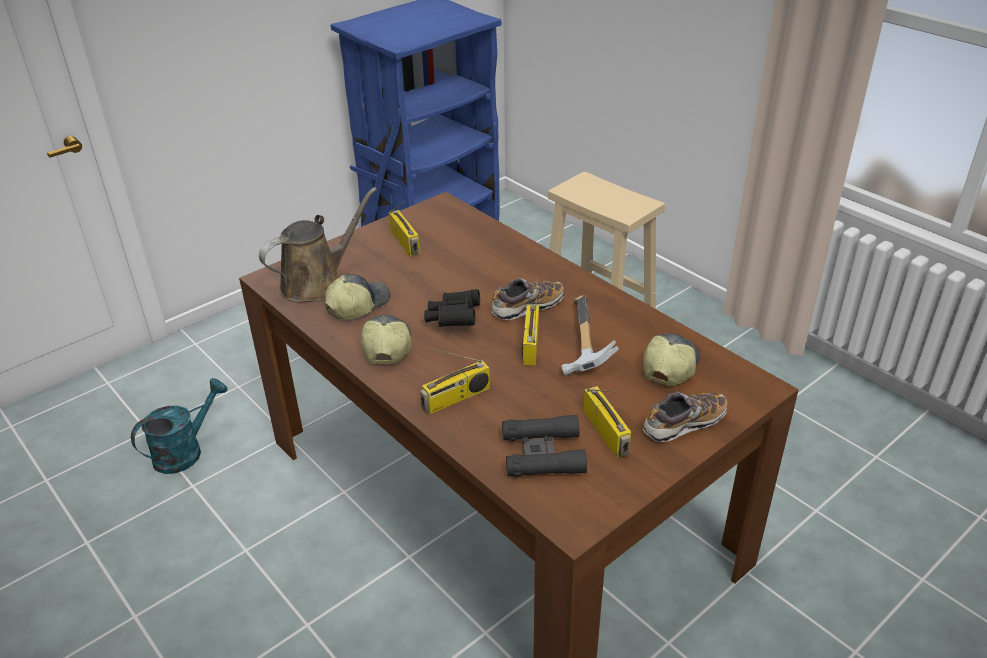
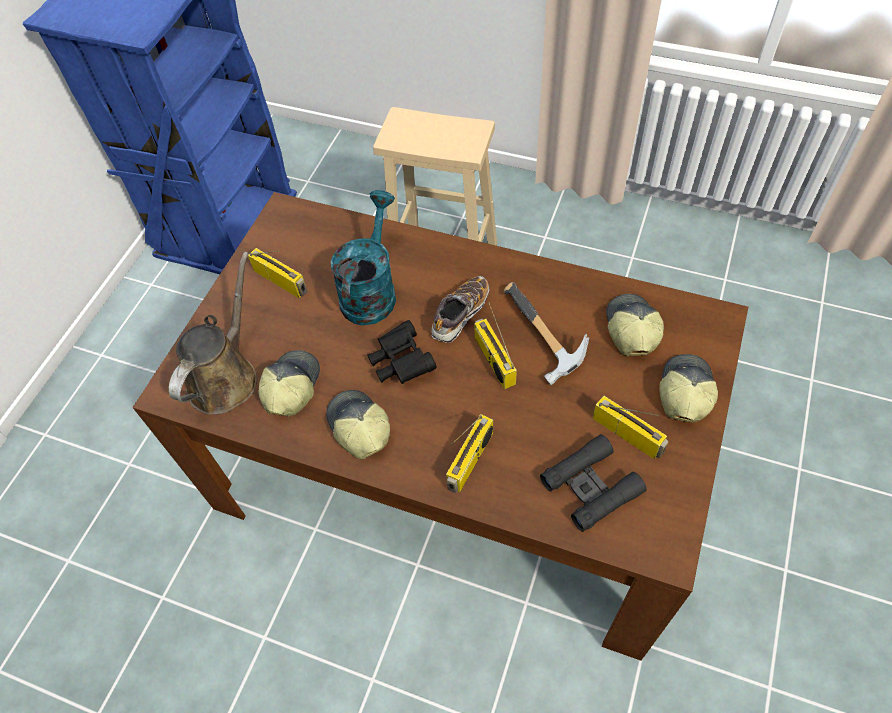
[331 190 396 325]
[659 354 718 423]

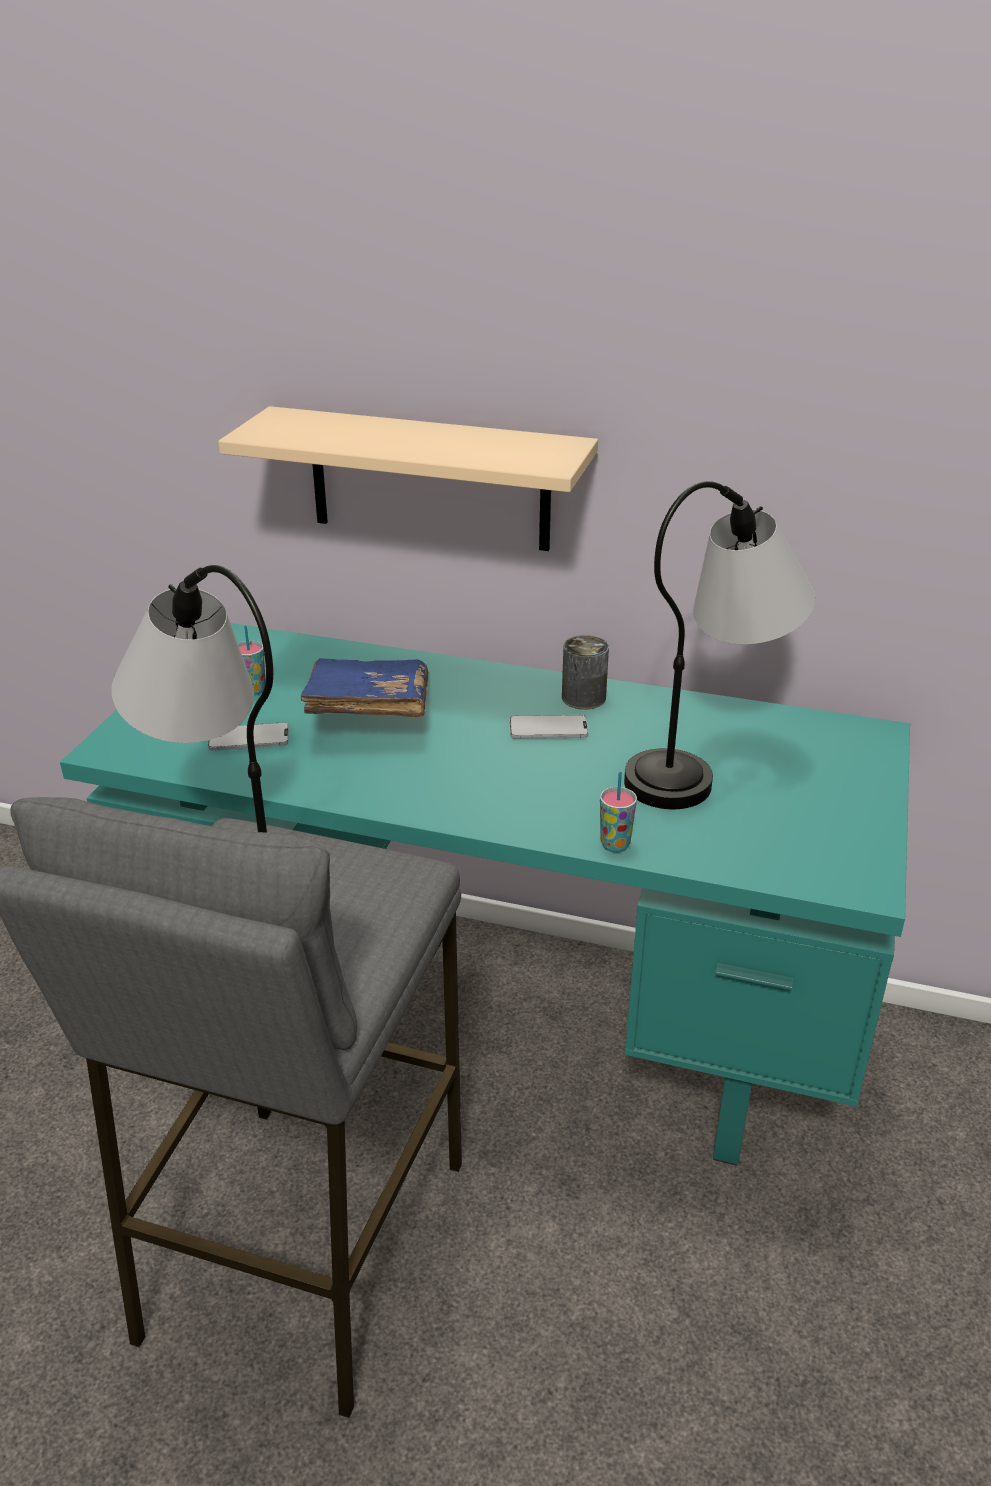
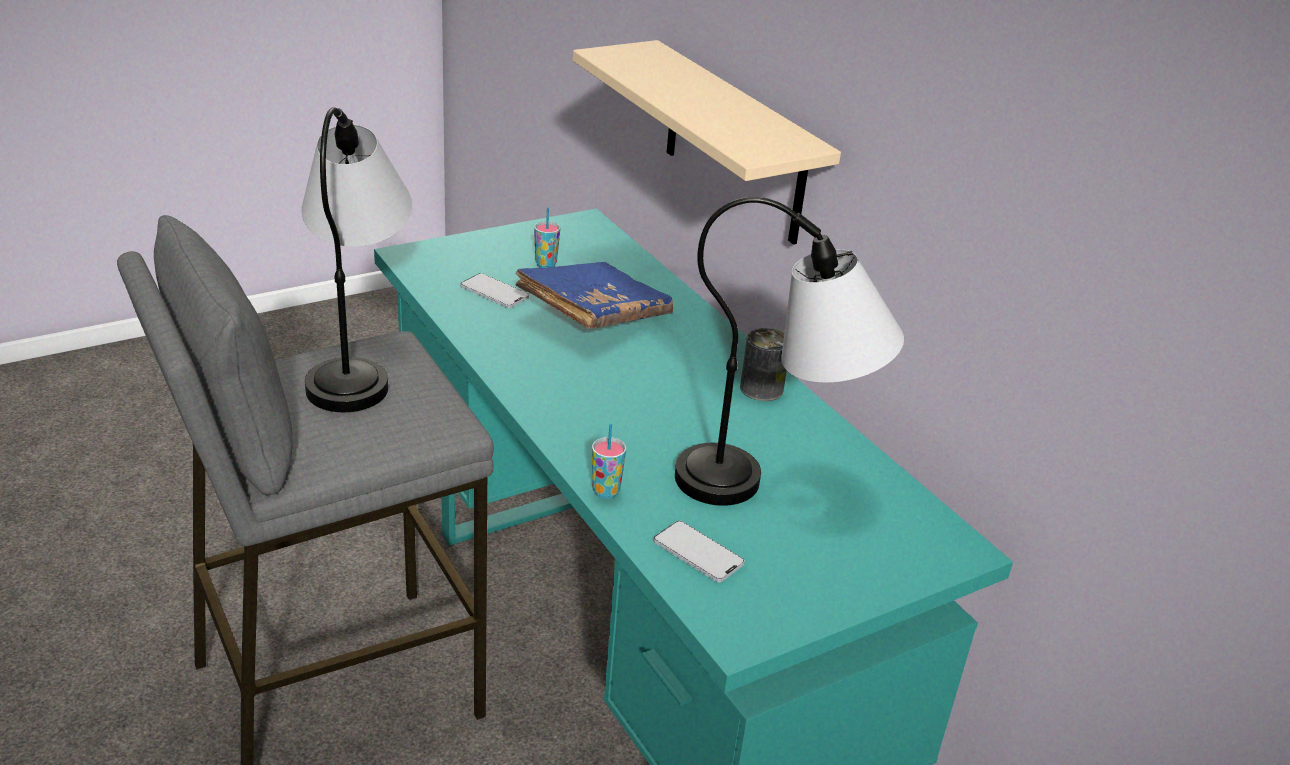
[654 521 745 583]

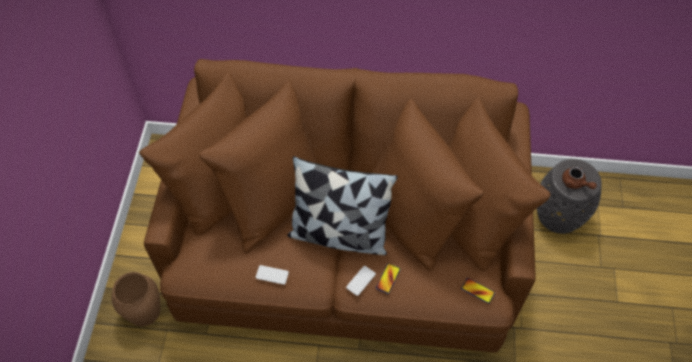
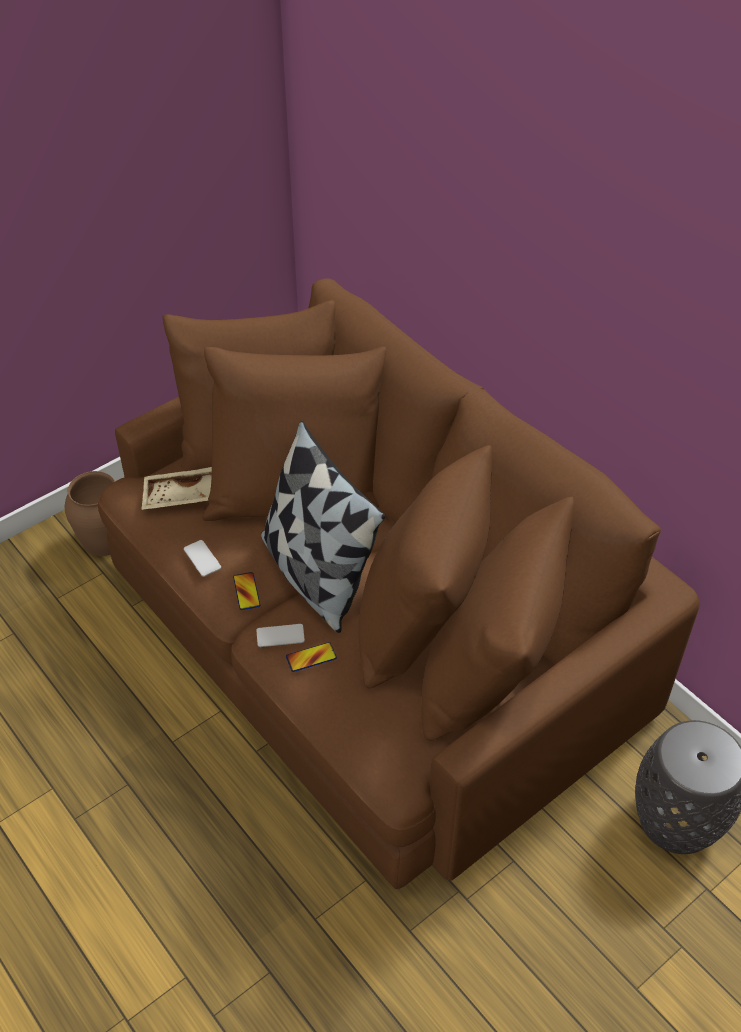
[562 167 597 189] (first image)
[233 572 260 610]
[141 467 212 510]

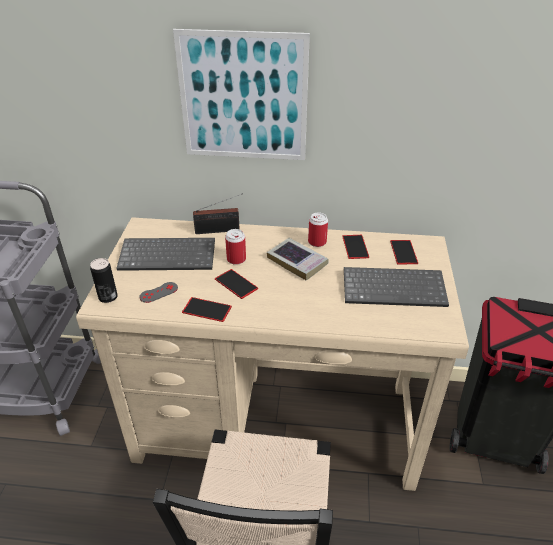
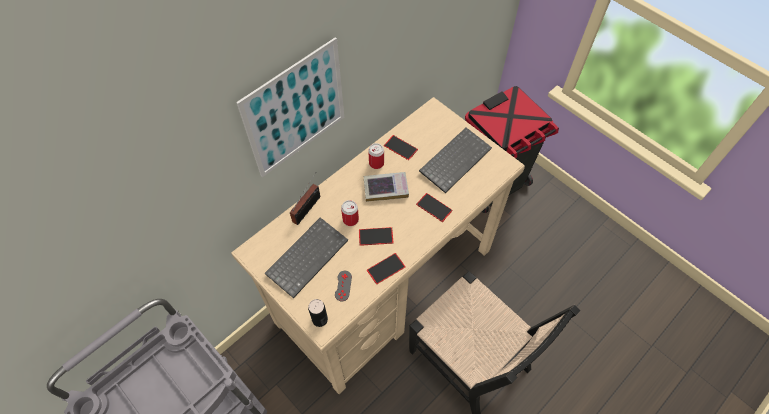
[416 193 453 222]

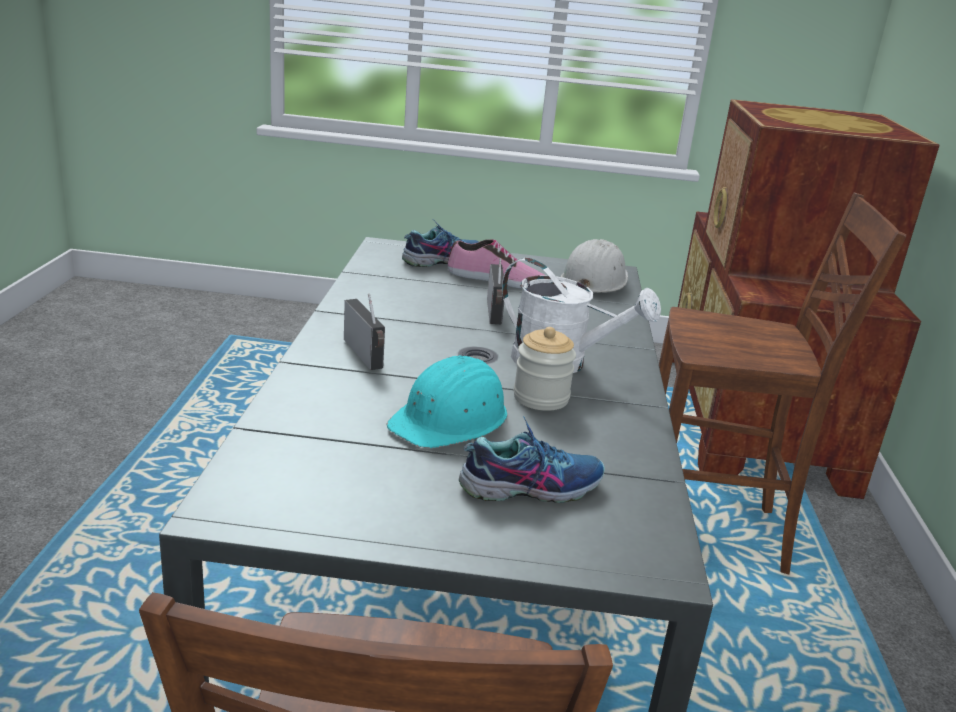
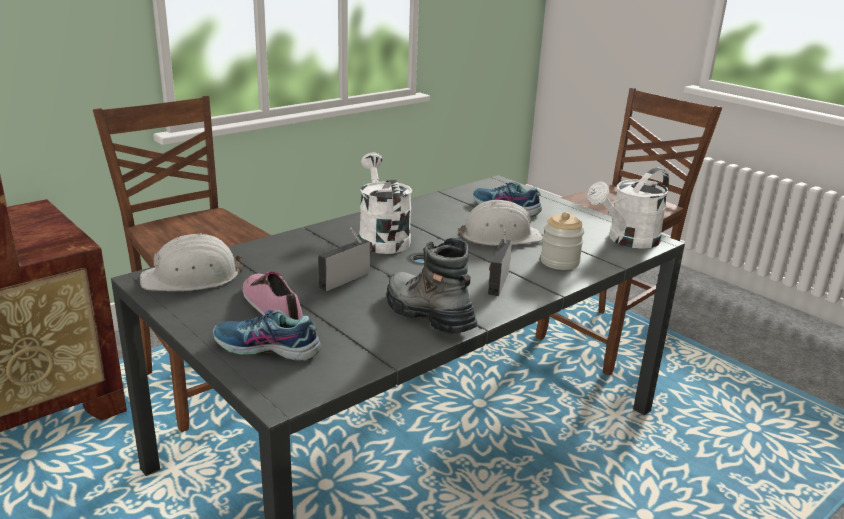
[541 212 585 270]
[458 200 543 246]
[587 167 669 249]
[387 238 477 334]

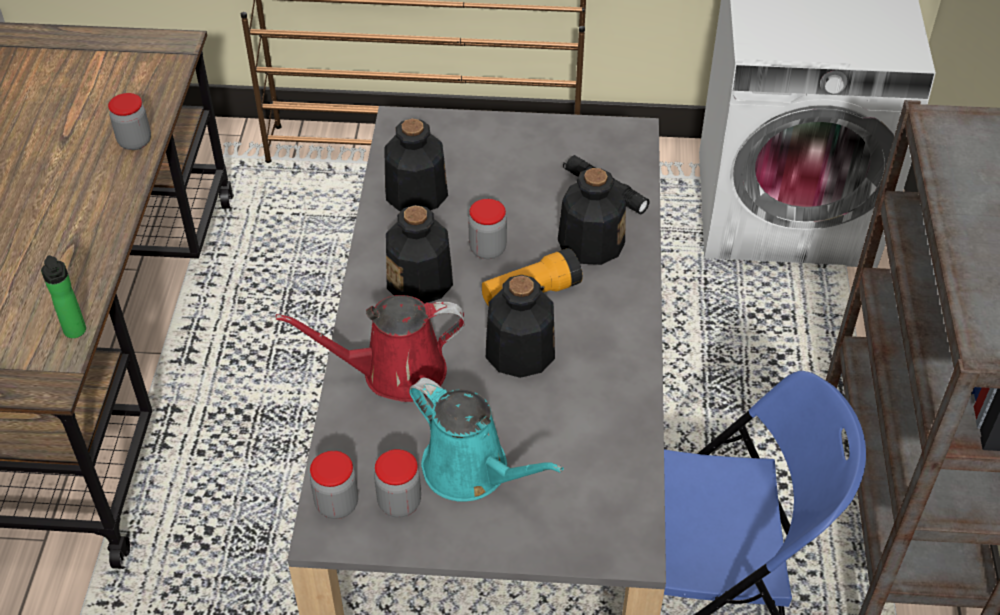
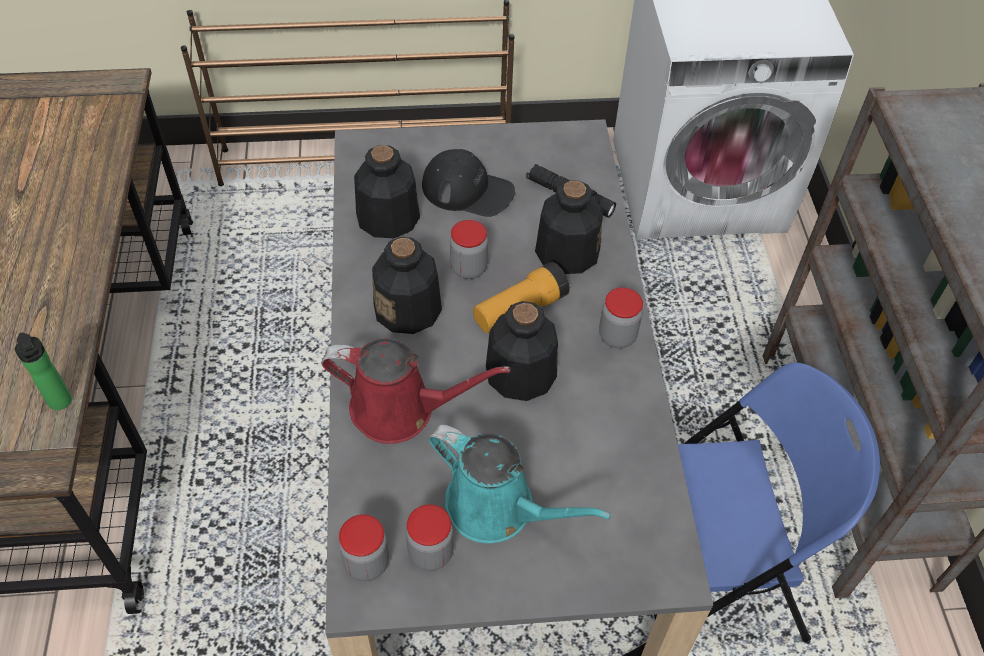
[599 288 643 348]
[321 339 510 444]
[422 149 515 217]

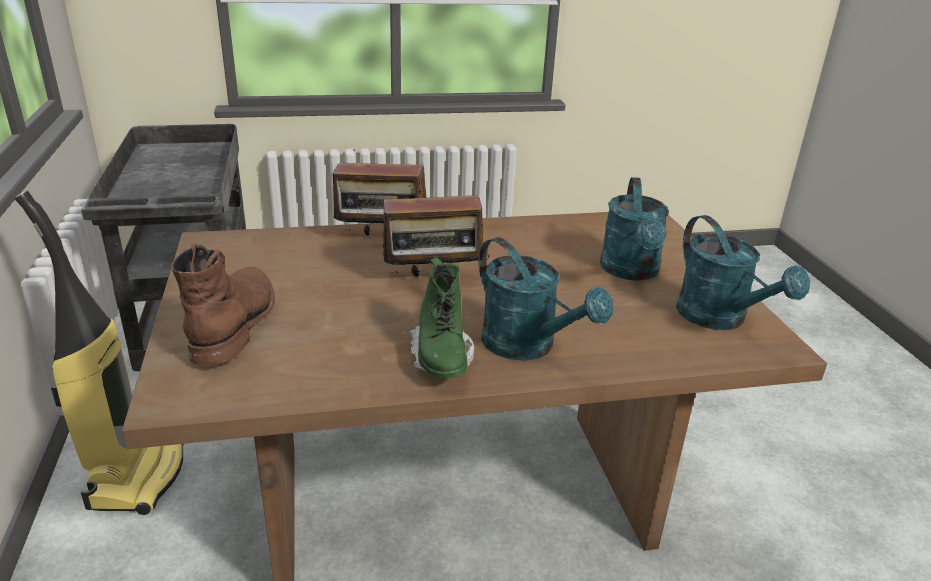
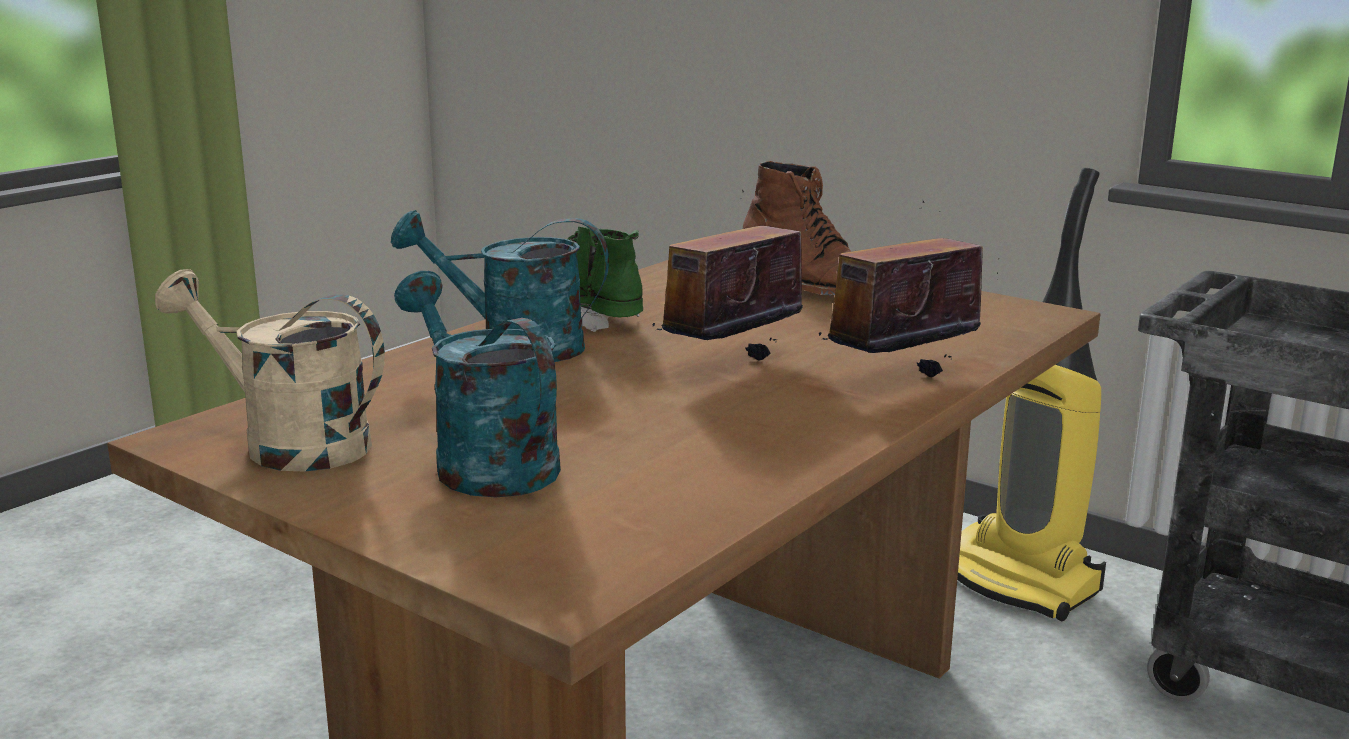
[155 269 385 472]

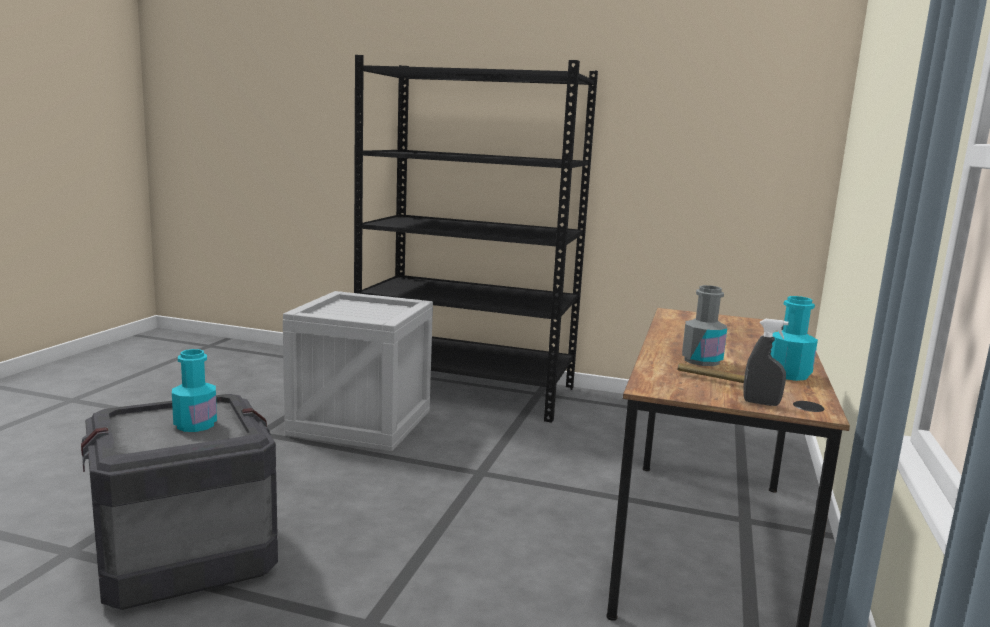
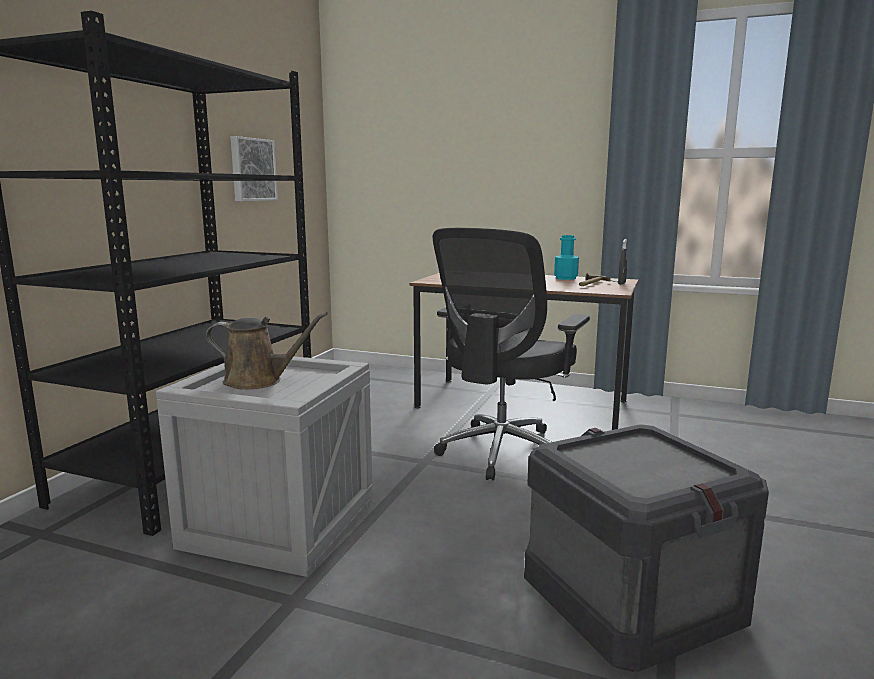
[682 285 727 366] (first image)
[172 349 217 432] (first image)
[231 136 278 201]
[433 228 590 480]
[206 312 328 390]

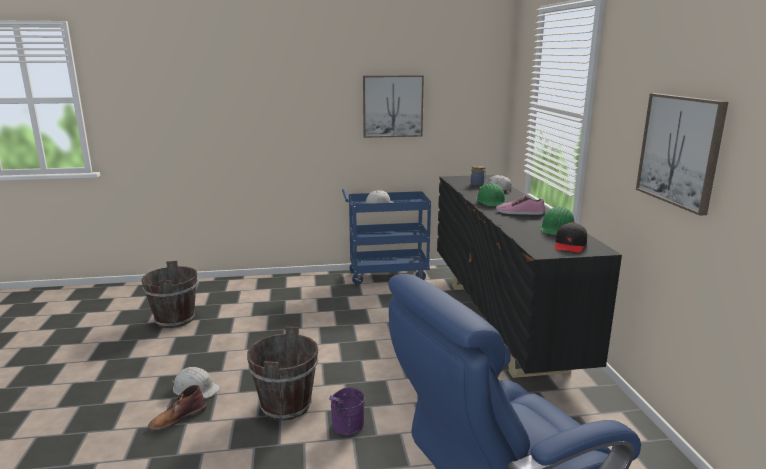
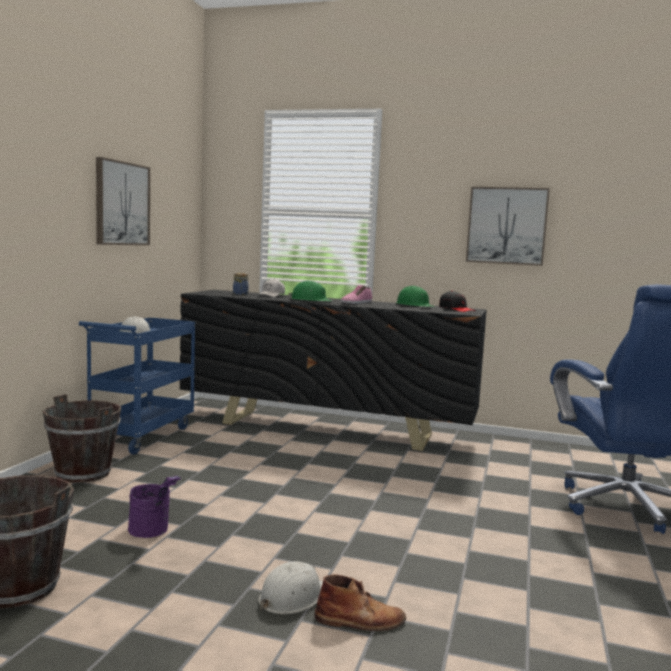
[43 394 121 483]
[314 574 406 631]
[128 476 181 538]

